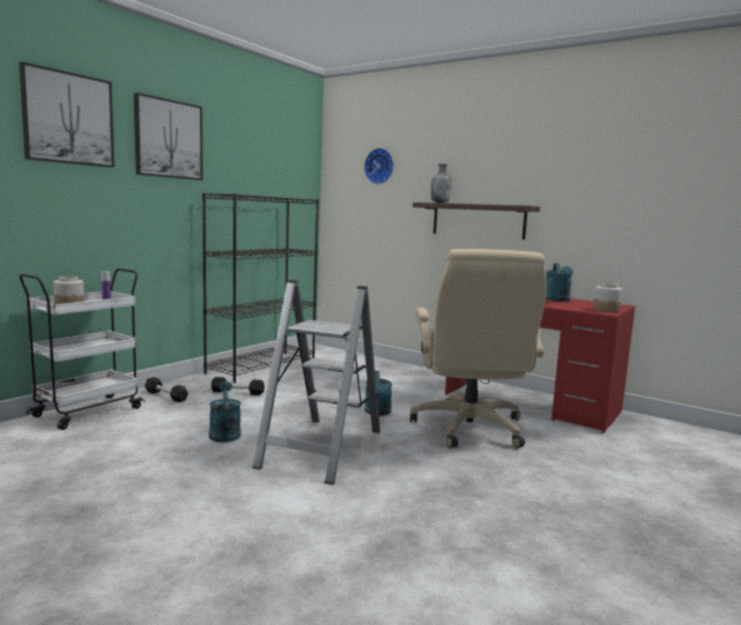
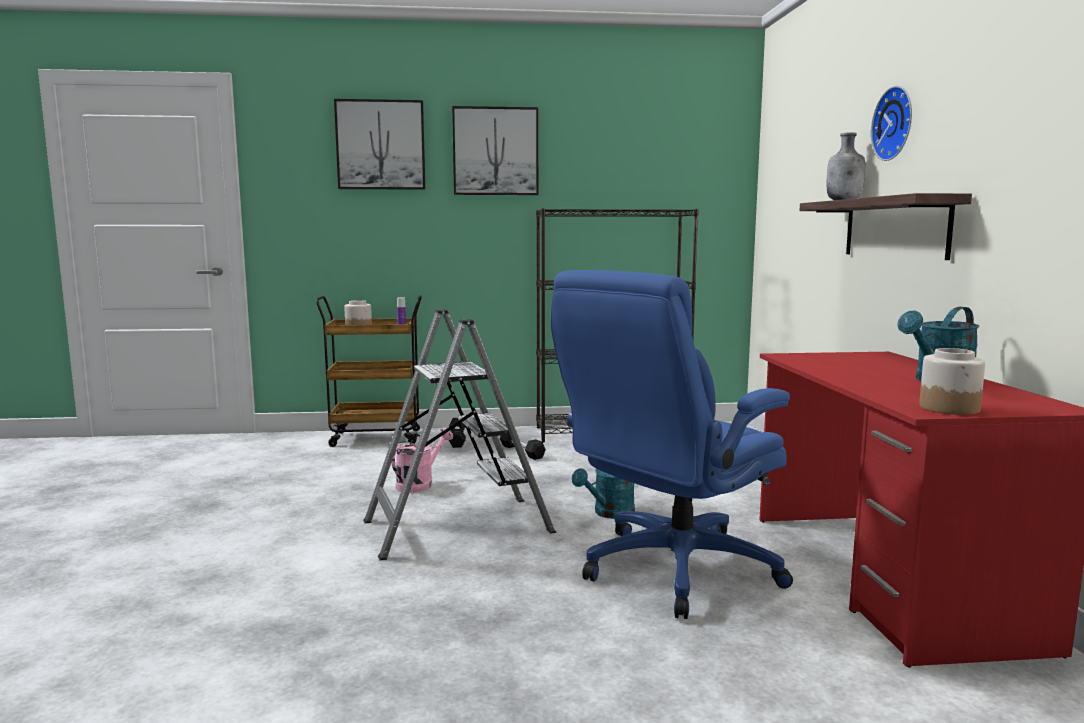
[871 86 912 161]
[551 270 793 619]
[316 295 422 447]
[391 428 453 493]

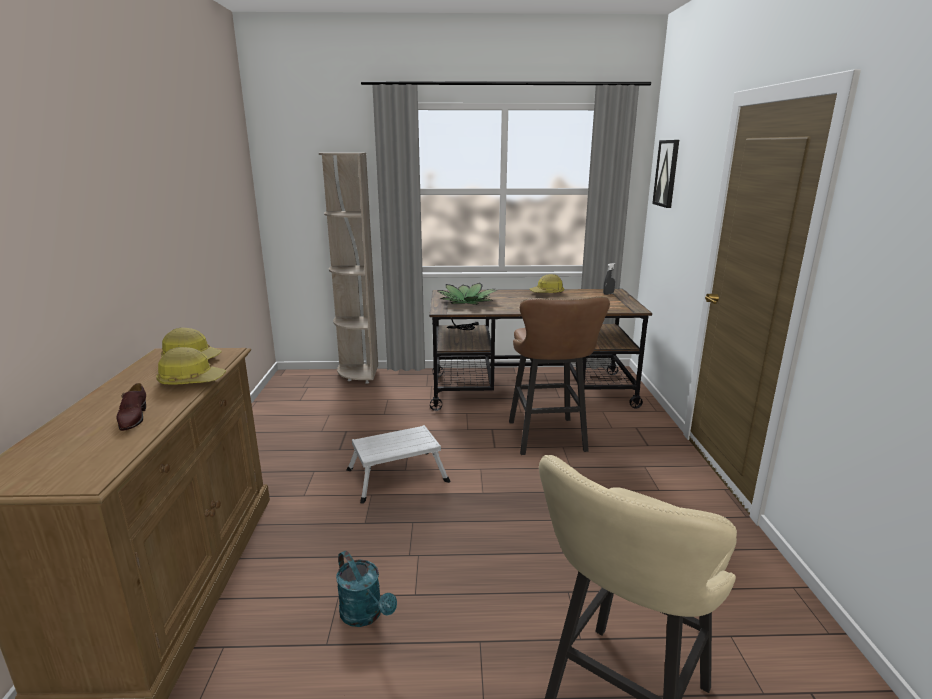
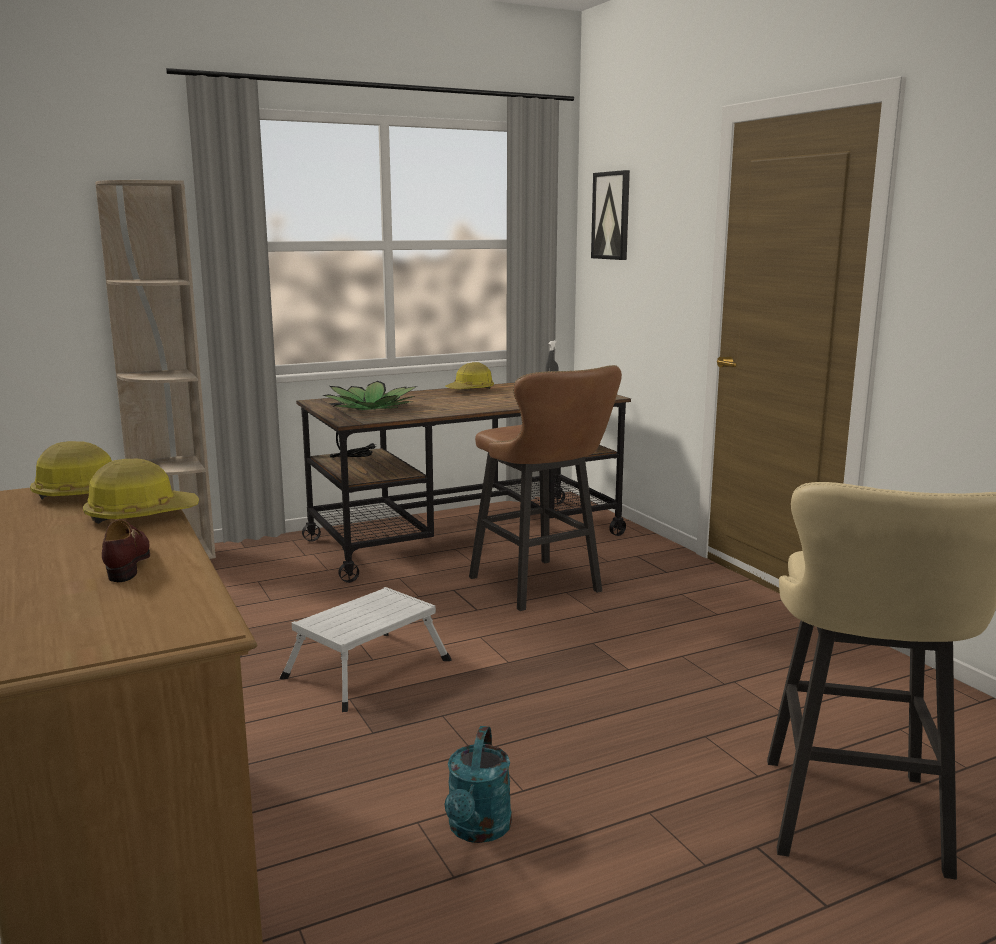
[102 519 150 582]
[445 726 512 843]

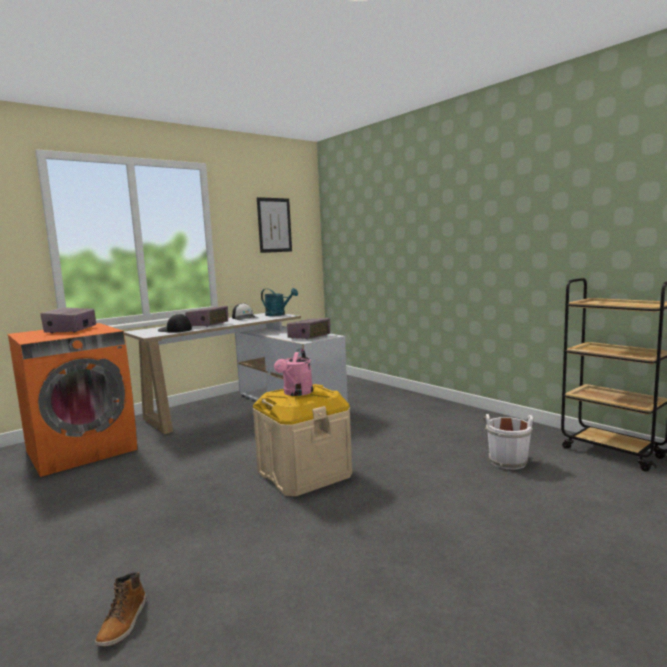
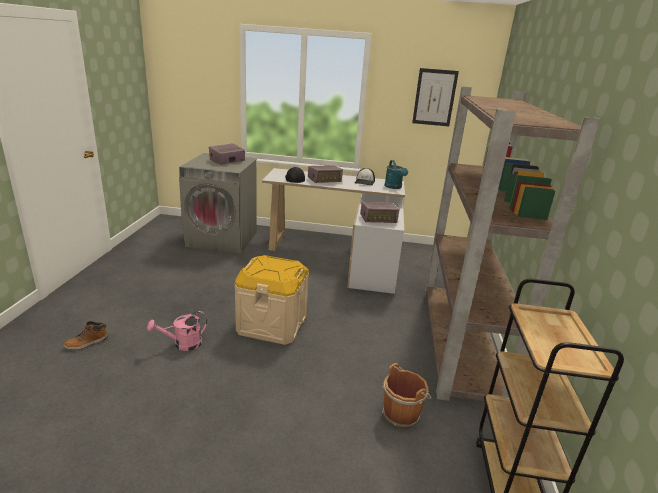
[179 153 258 254]
[147 311 207 351]
[382 363 431 428]
[424 87 601 401]

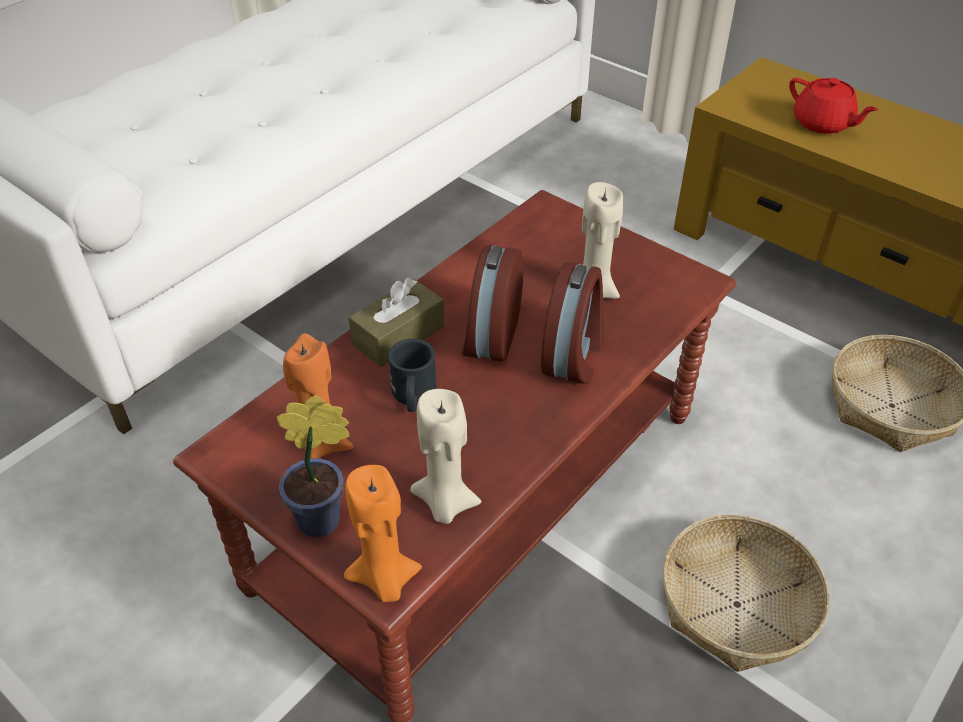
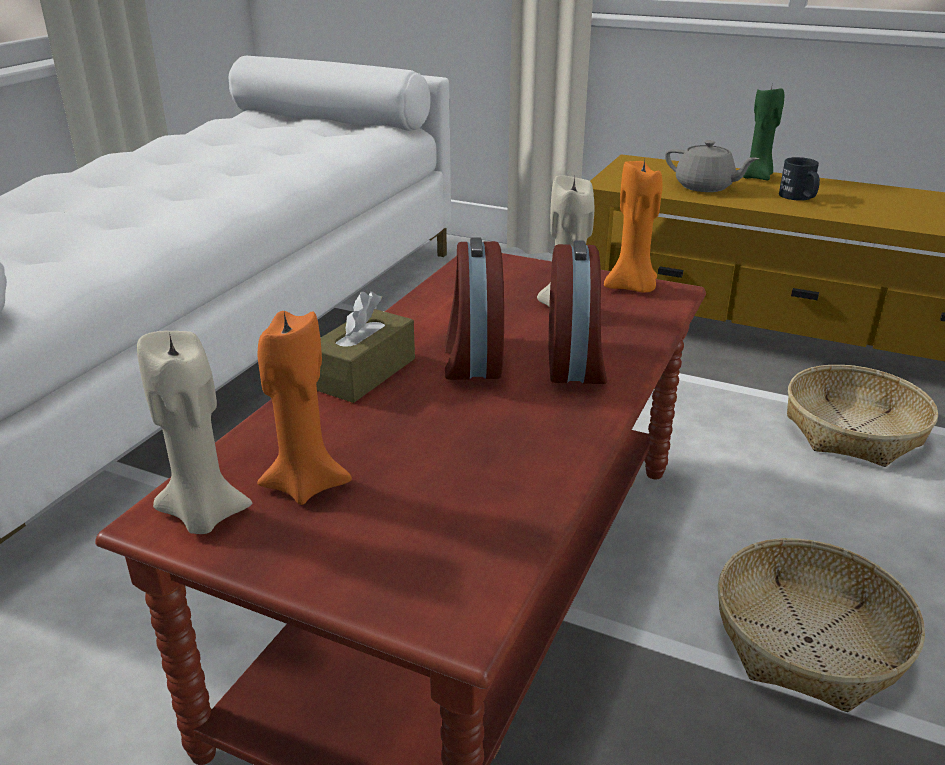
[665 140 759 192]
[779 157 820 201]
[137 331 252 534]
[277 395 349 537] (first image)
[604 160 663 293]
[743 87 784 180]

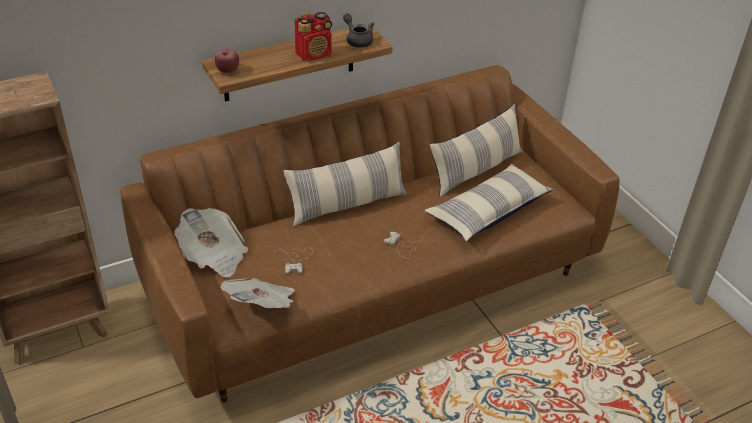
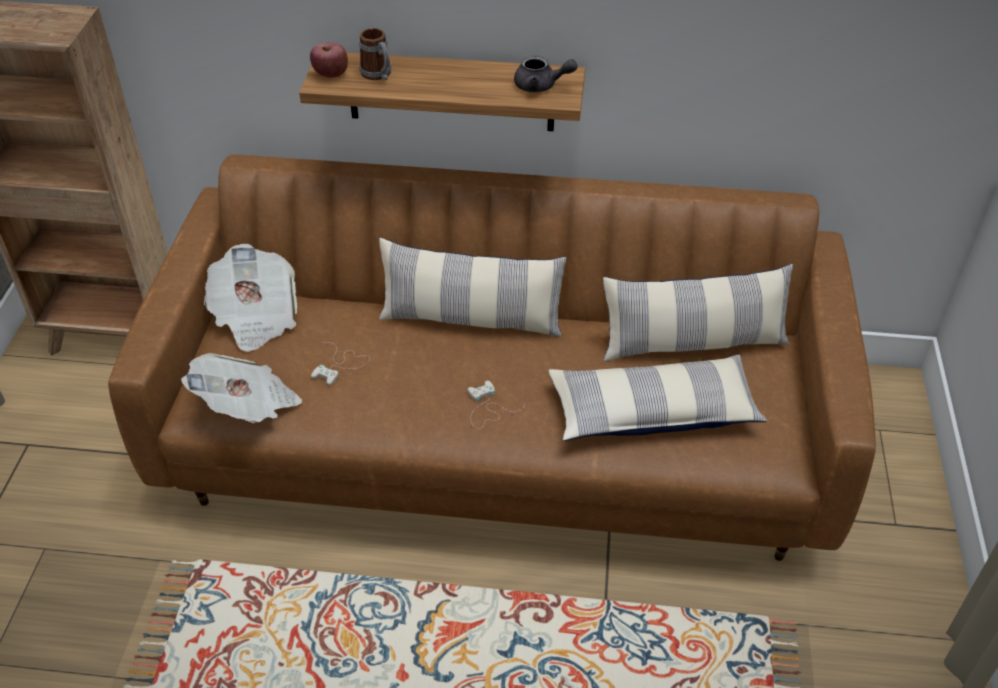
[295 12 332 61] (first image)
[514 55 578 92]
[359 28 391 81]

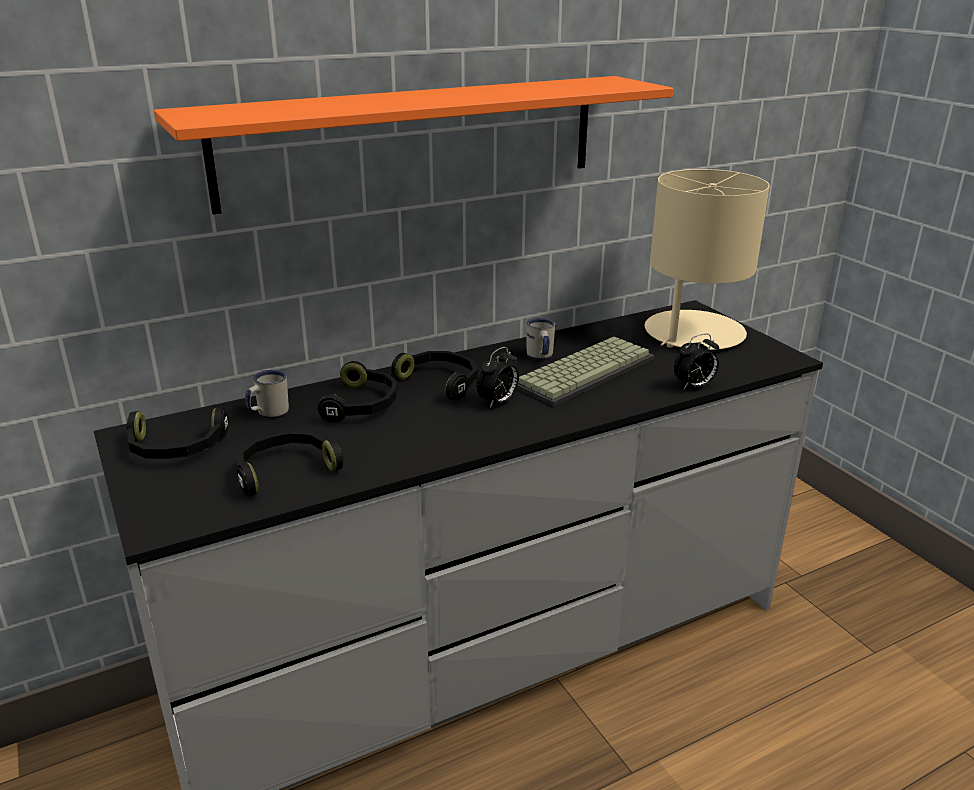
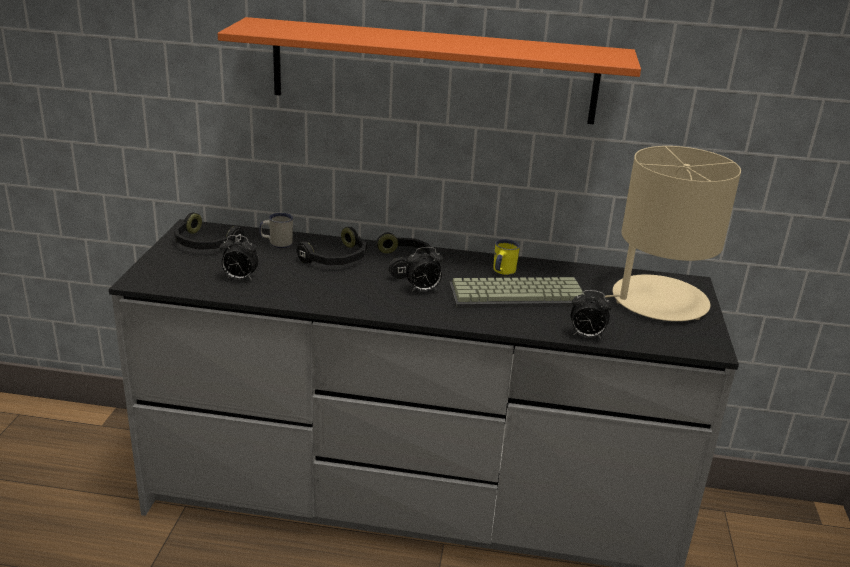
[493 239 520 276]
[220 235 259 280]

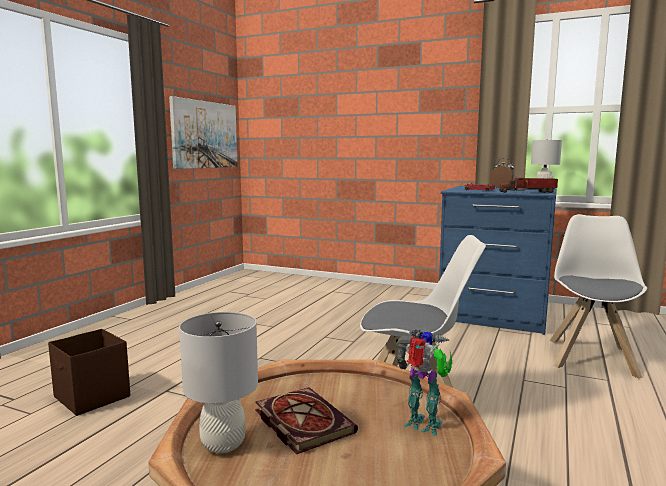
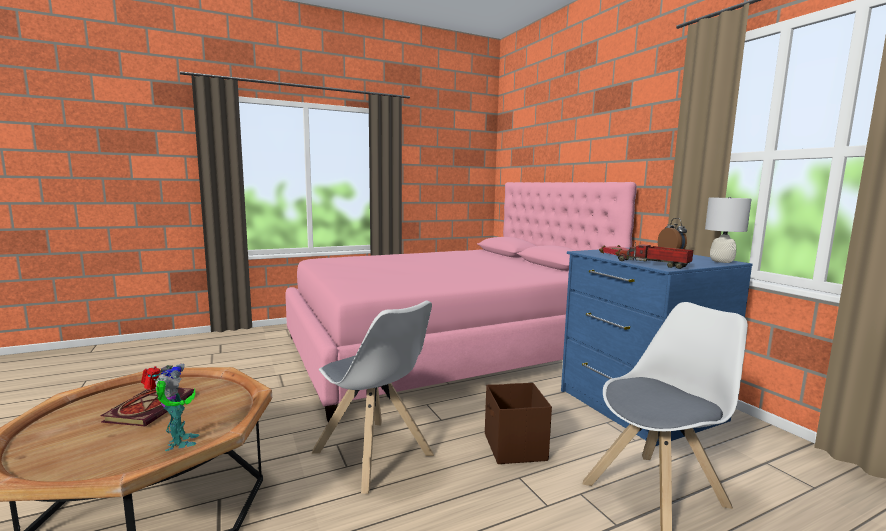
[169 96 238 169] (first image)
[179 312 258 453] (first image)
[485 383 552 464]
[285 182 637 422]

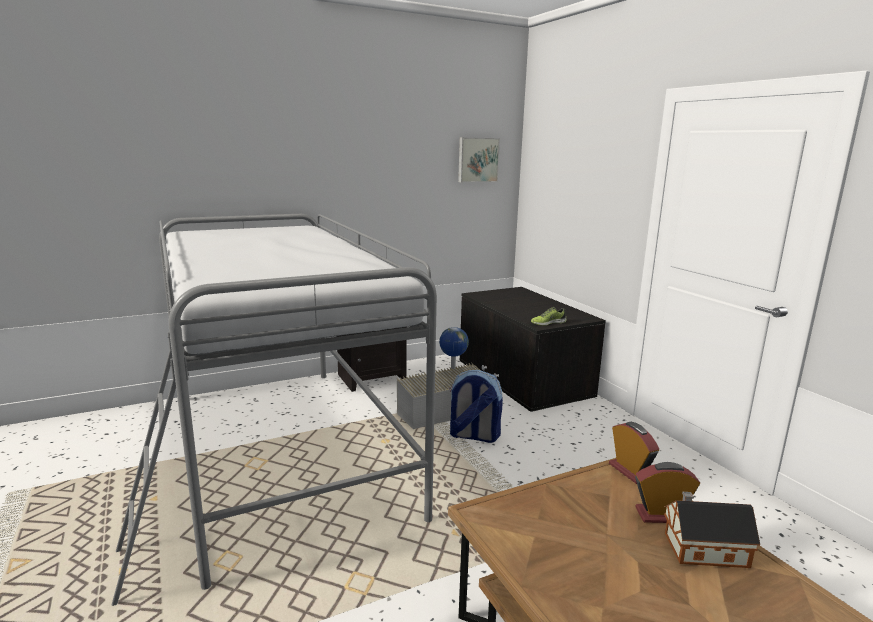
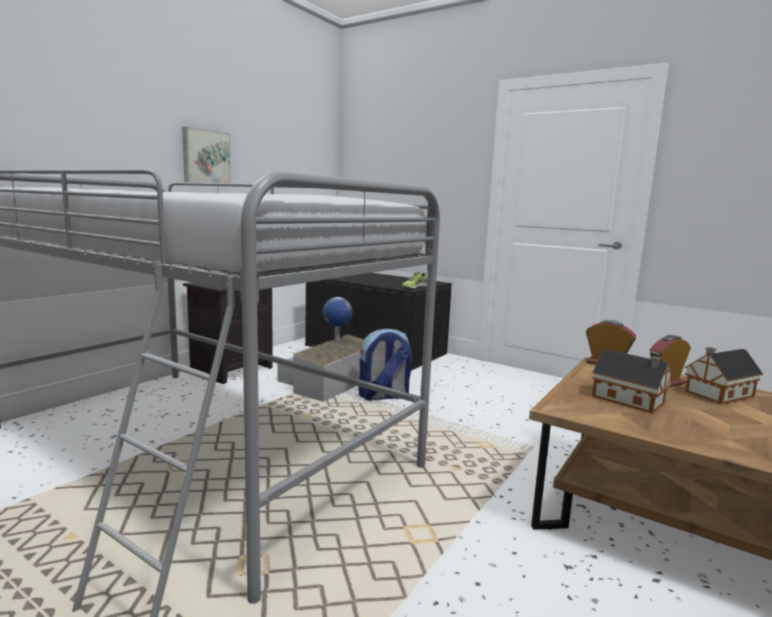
[182 127 231 184]
[592 349 672 413]

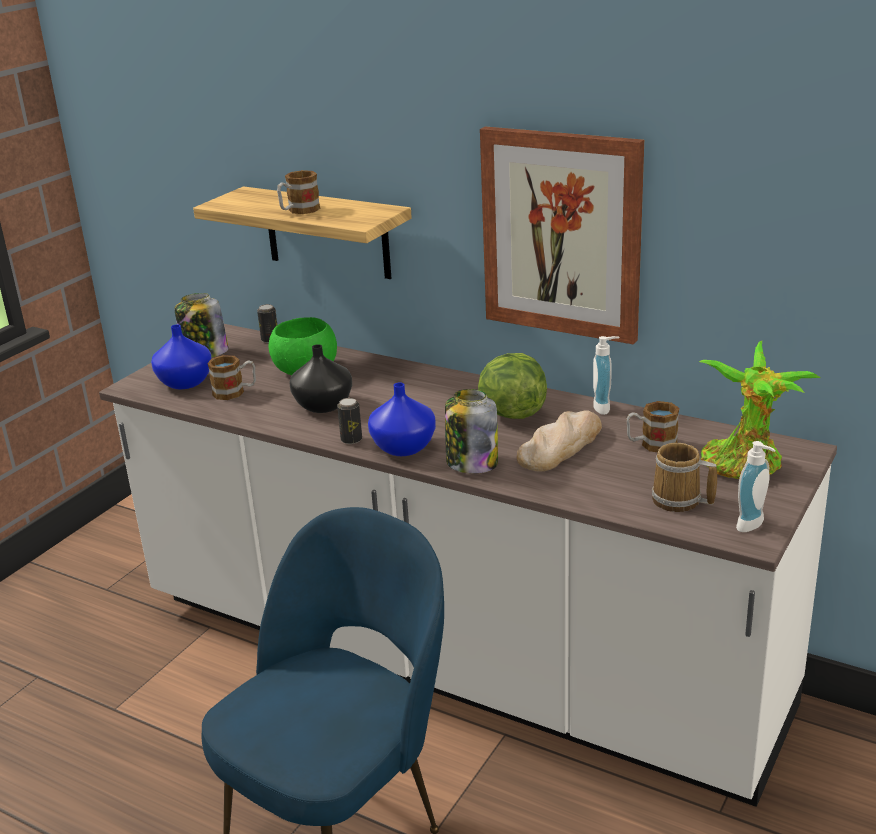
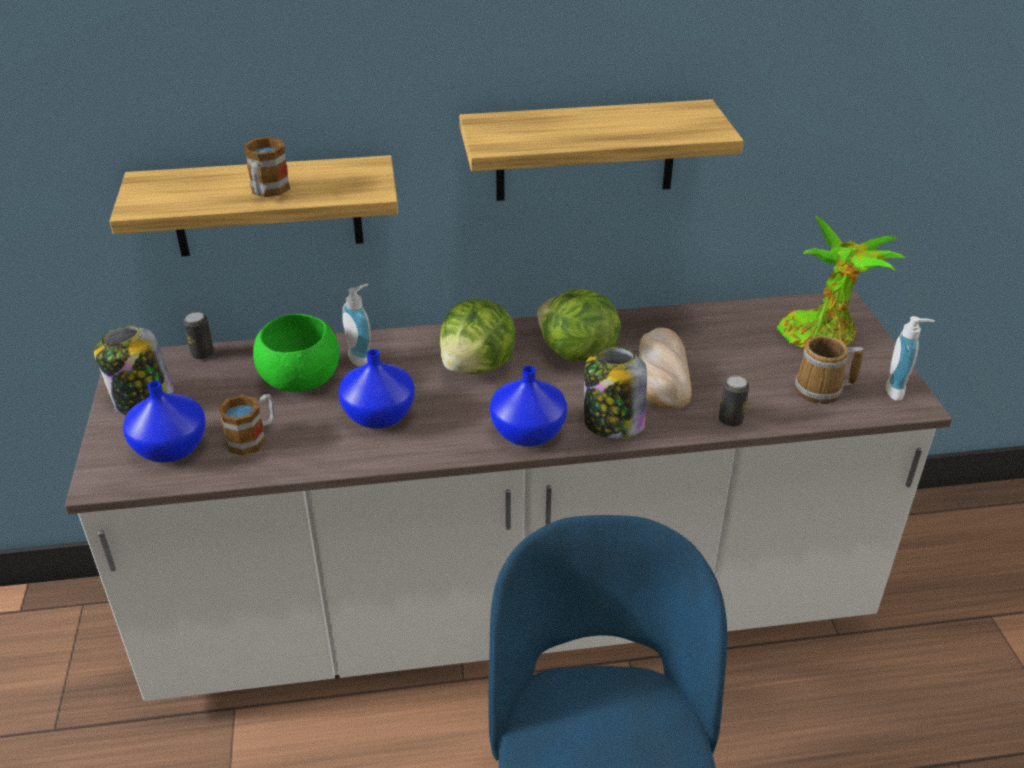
[459 99 743 201]
[342 284 371 367]
[338 349 415 429]
[719 376 749 427]
[626 401 680 452] (first image)
[440 299 515 374]

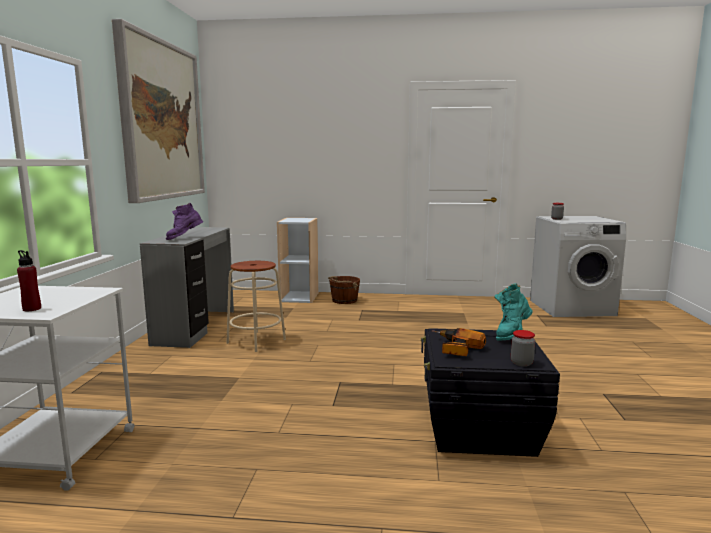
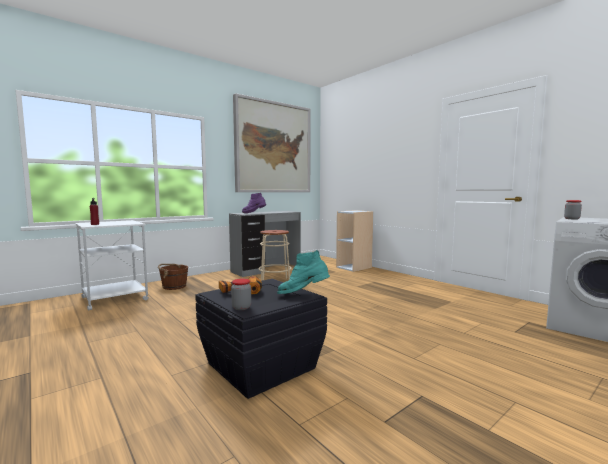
[158 264 188 290]

